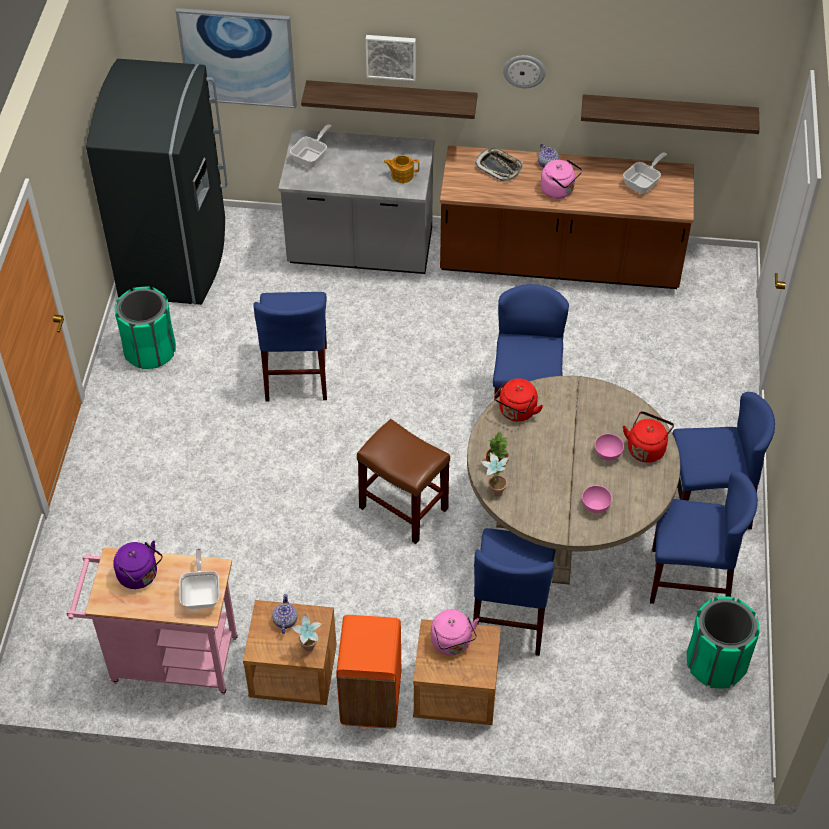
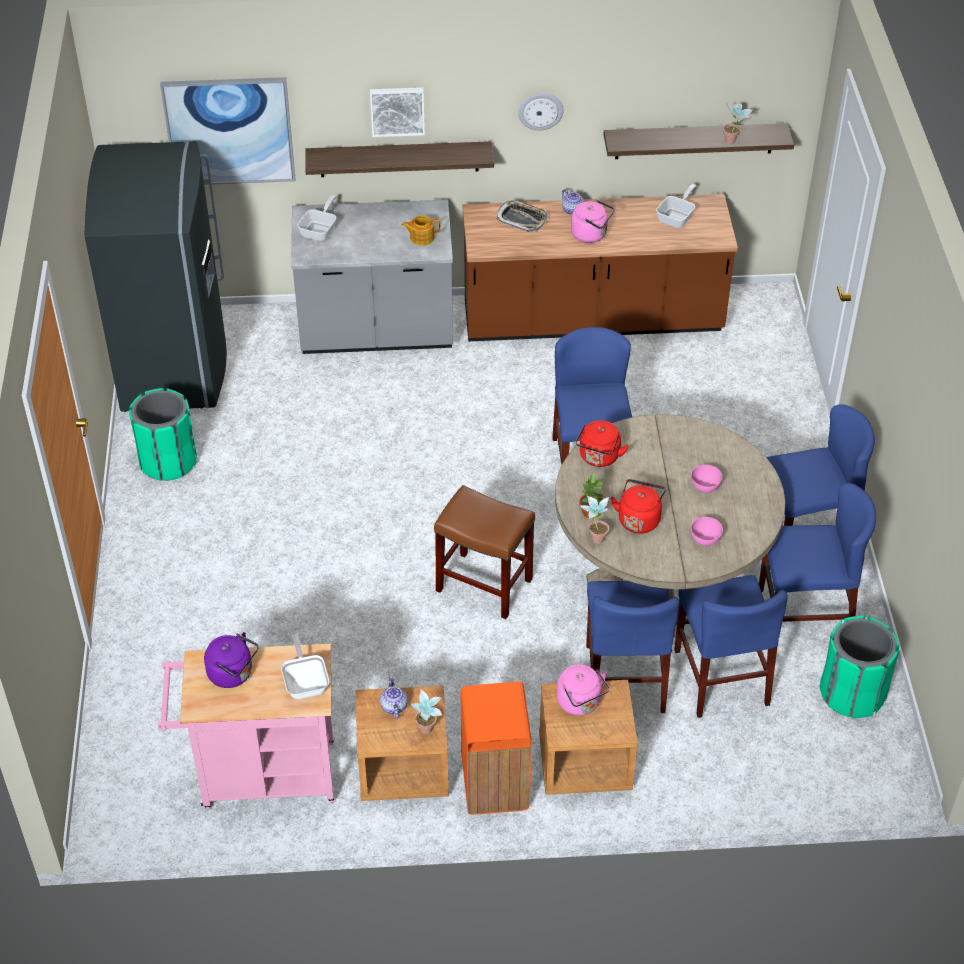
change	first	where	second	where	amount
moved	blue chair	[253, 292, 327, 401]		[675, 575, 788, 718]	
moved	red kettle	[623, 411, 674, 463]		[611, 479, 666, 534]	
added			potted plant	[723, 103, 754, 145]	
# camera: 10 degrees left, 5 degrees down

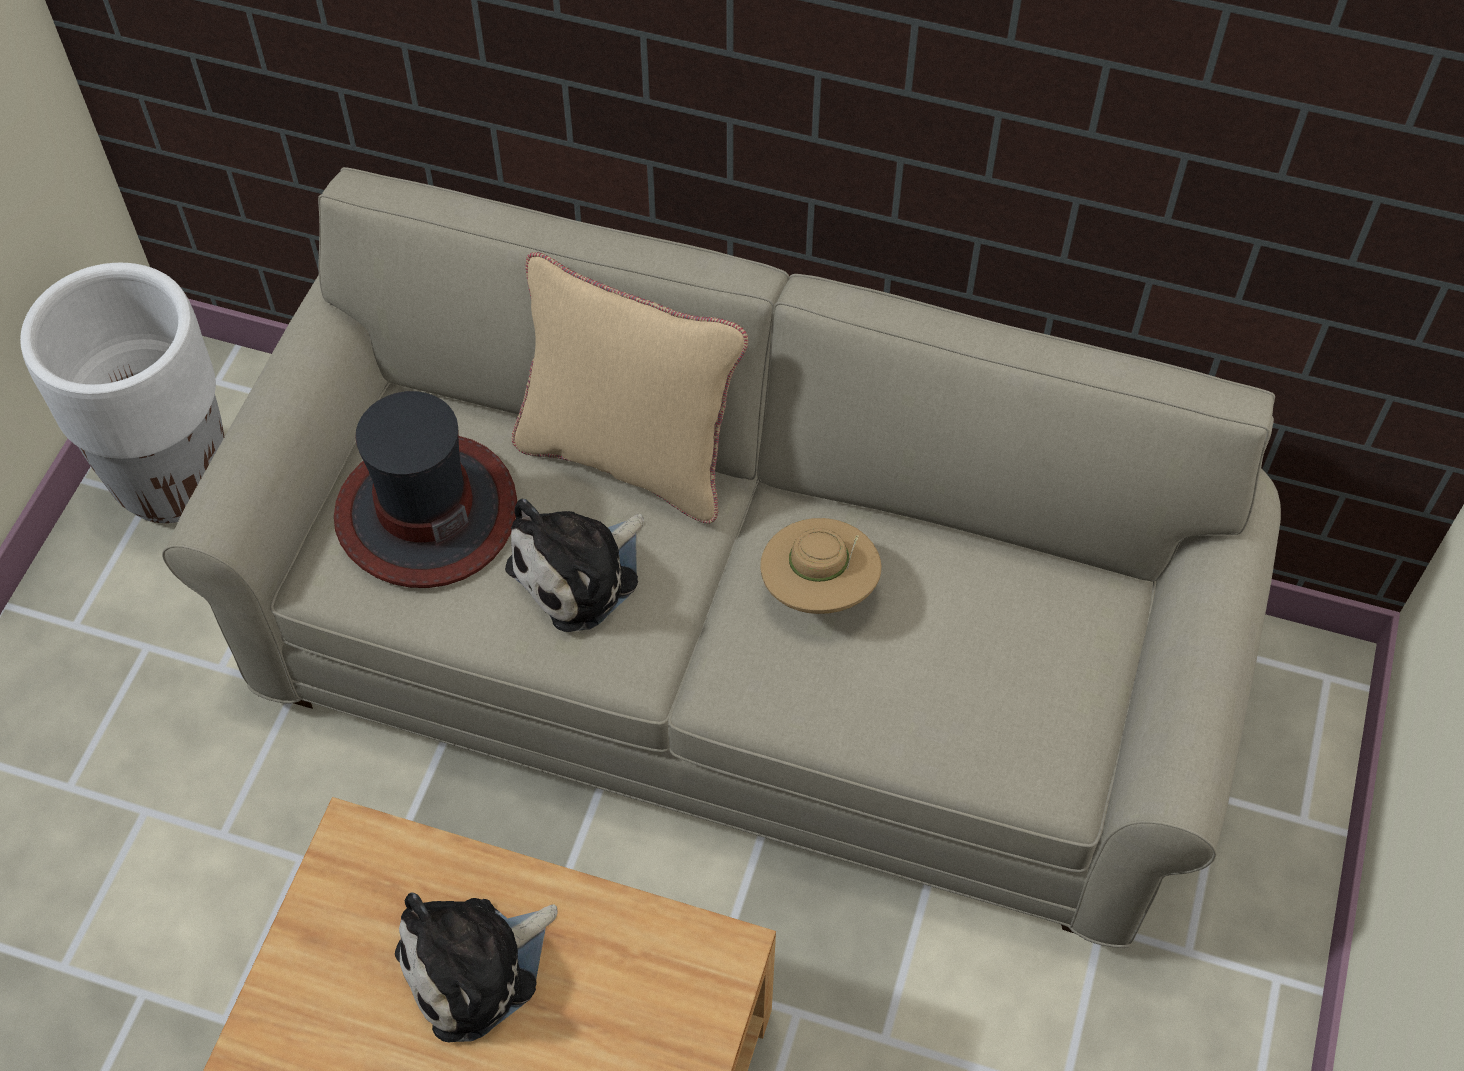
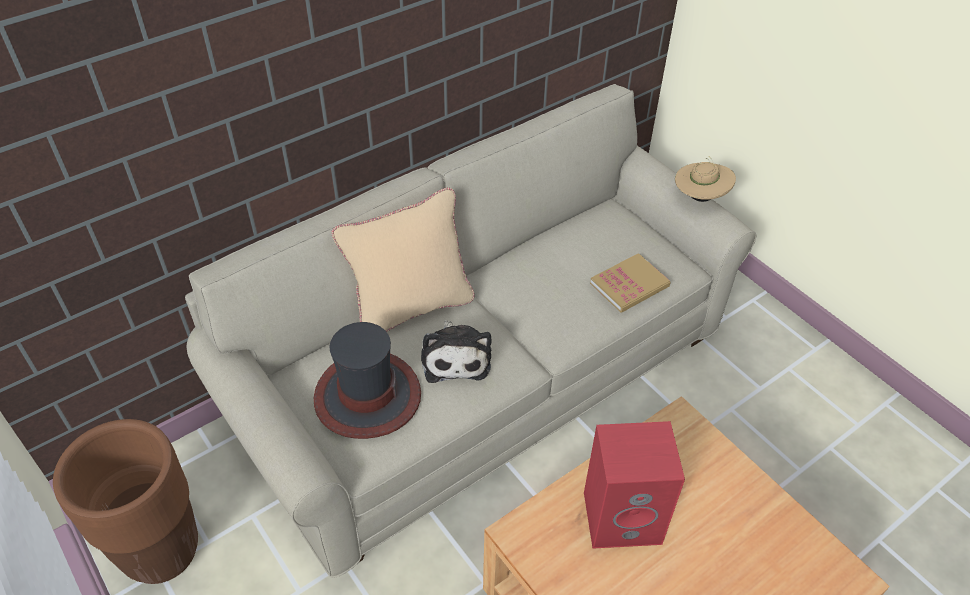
change	first	where	second	where	amount
recoloured	white planter	[20, 263, 225, 523]	brown planter	[53, 419, 198, 584]	
moved	beige hat	[760, 518, 881, 614]		[675, 156, 736, 202]	
replaced	plush toy	[395, 892, 557, 1042]	red speaker	[584, 421, 685, 549]	
added			book	[590, 253, 671, 312]	
# camera: 55 degrees left, 10 degrees down

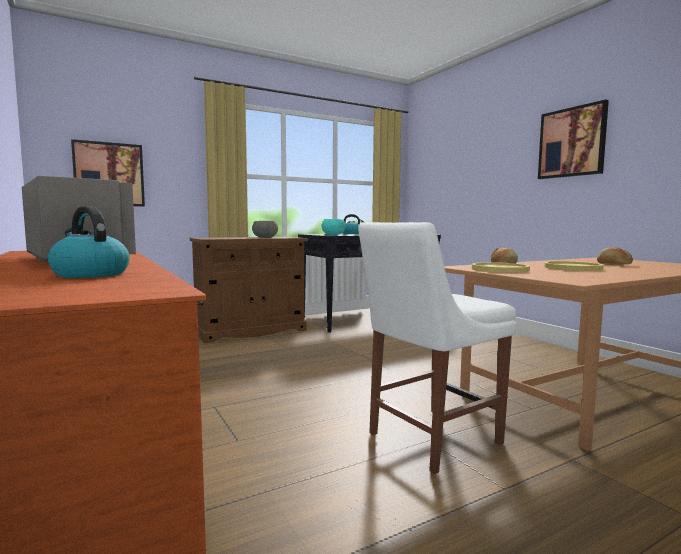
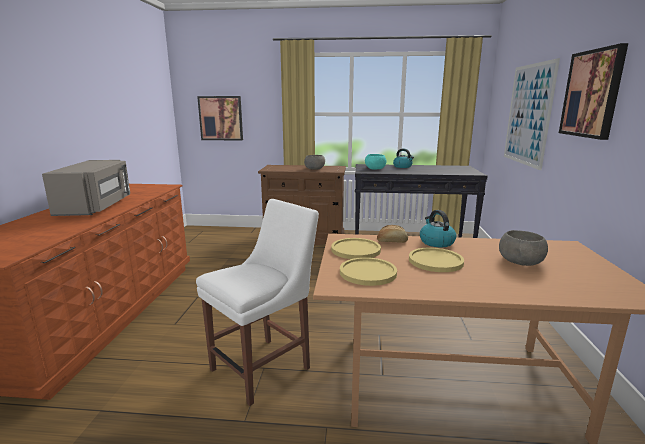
change	first	where	second	where	amount
moved	kettle	[48, 206, 130, 278]		[420, 210, 456, 247]	
turned	white chair	[358, 222, 517, 474]		[196, 199, 319, 406]	135 degrees clockwise
replaced	bread	[597, 247, 633, 264]	grey bowl	[499, 230, 548, 266]	
added			picture	[504, 58, 560, 170]	
added			yellow plate	[340, 257, 397, 286]	
# camera: 35 degrees right, 10 degrees up

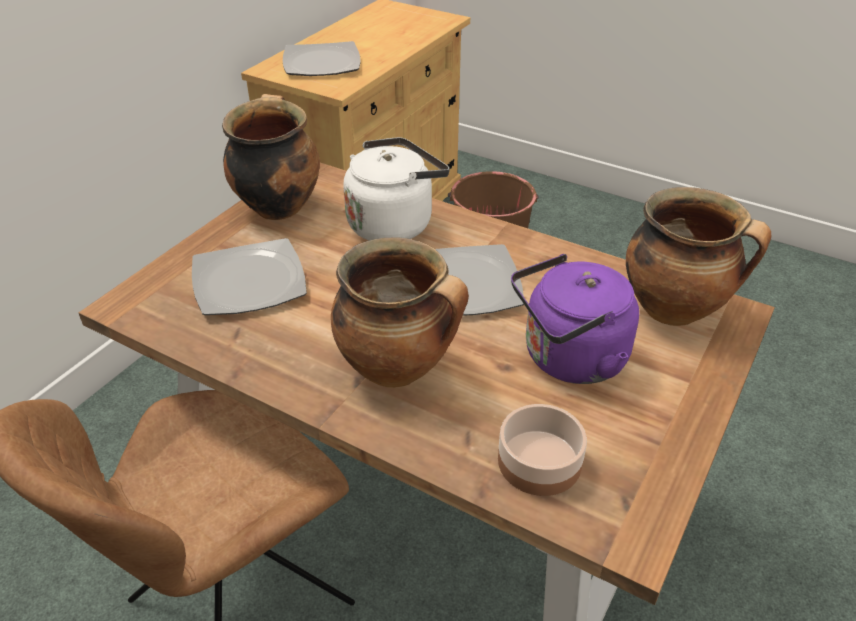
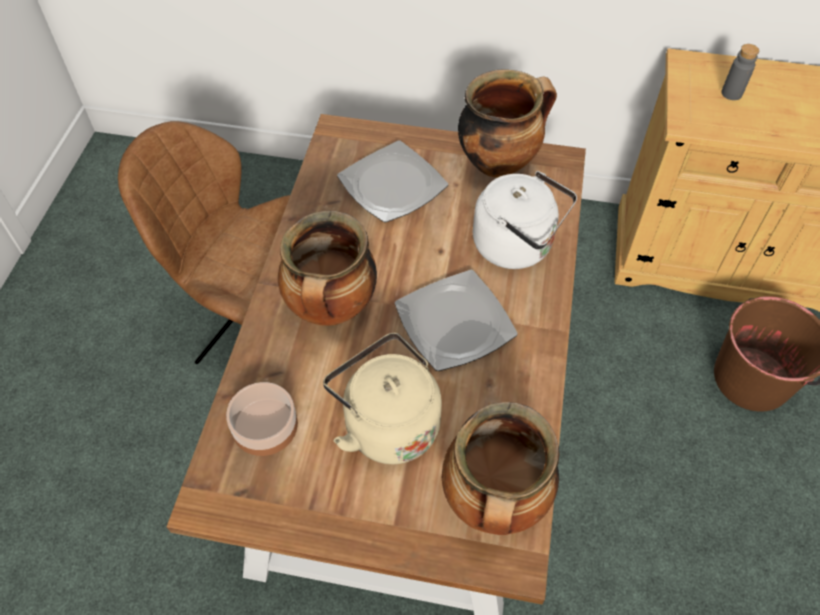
change	first	where	second	where	amount
replaced	plate	[283, 41, 361, 76]	grey bottle	[721, 44, 759, 100]	
recoloured	purple kettle	[511, 254, 639, 384]	beige kettle	[323, 333, 442, 464]	
# camera: 70 degrees right, 15 degrees up

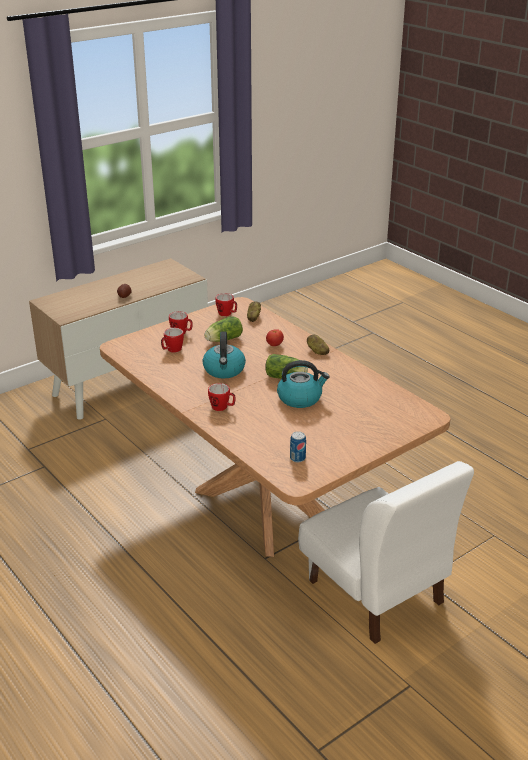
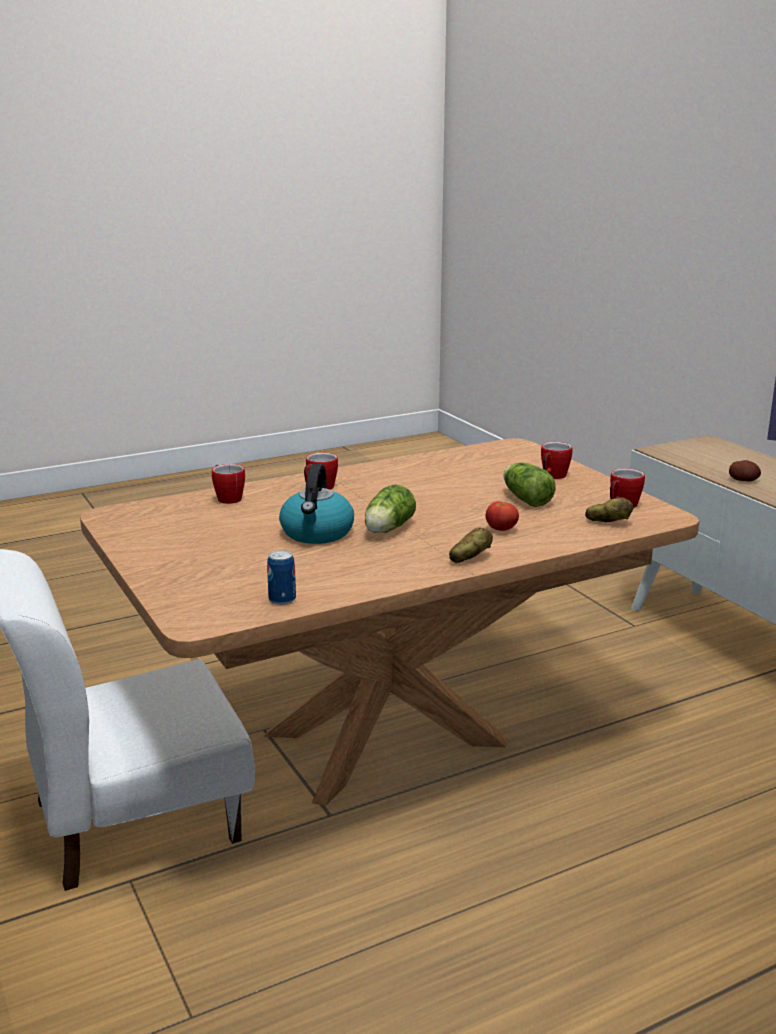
change	first	where	second	where	amount
moved	mug	[161, 328, 184, 353]		[212, 464, 245, 504]	
removed	kettle	[202, 332, 246, 378]			
moved	can	[290, 431, 306, 462]		[267, 550, 296, 605]	
# camera: 100 degrees right, 10 degrees down

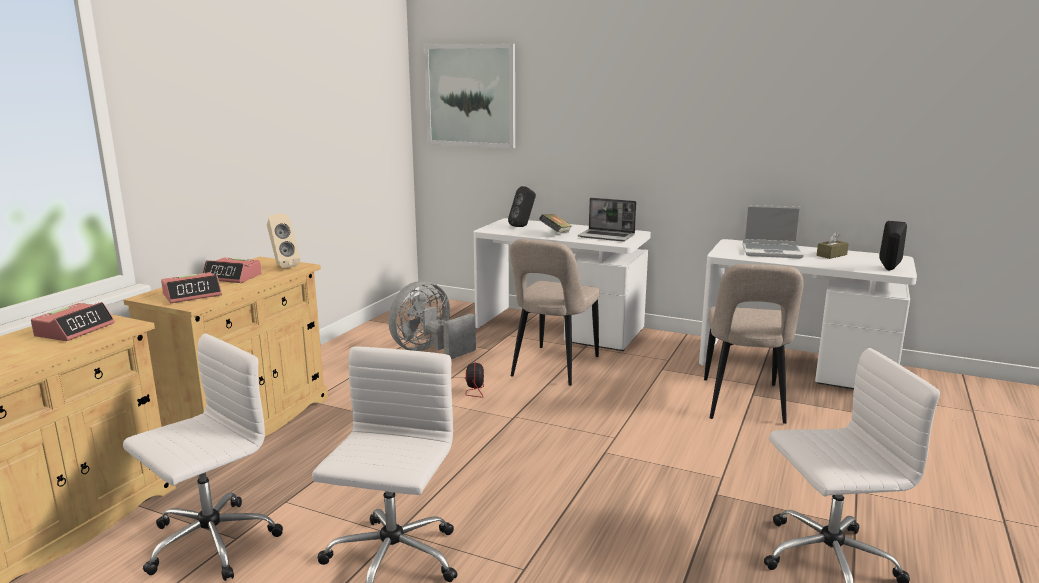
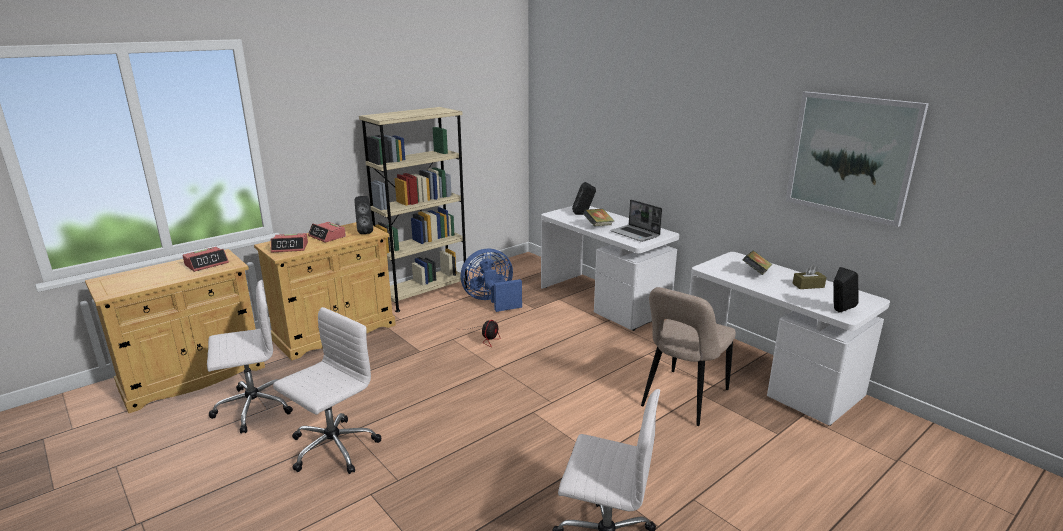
change	first	where	second	where	amount
moved	picture	[424, 44, 515, 148]		[786, 91, 929, 227]	
replaced	laptop	[742, 205, 804, 259]	book	[743, 251, 772, 275]	
recoloured	beige speaker	[267, 213, 300, 268]	black speaker	[354, 196, 373, 234]	
removed	beige chair	[510, 239, 600, 386]			
recoloured	grey fan	[388, 281, 476, 359]	blue fan	[461, 249, 522, 312]	
added			beige bookcase	[359, 107, 468, 312]	
# camera: 25 degrees right, 5 degrees up

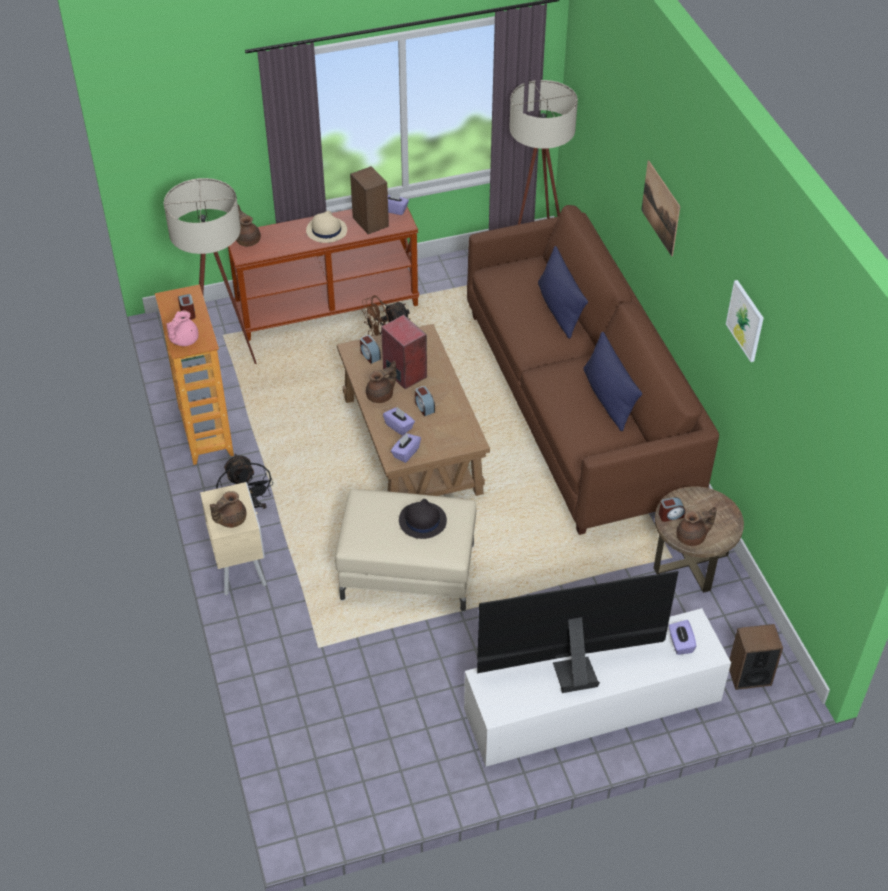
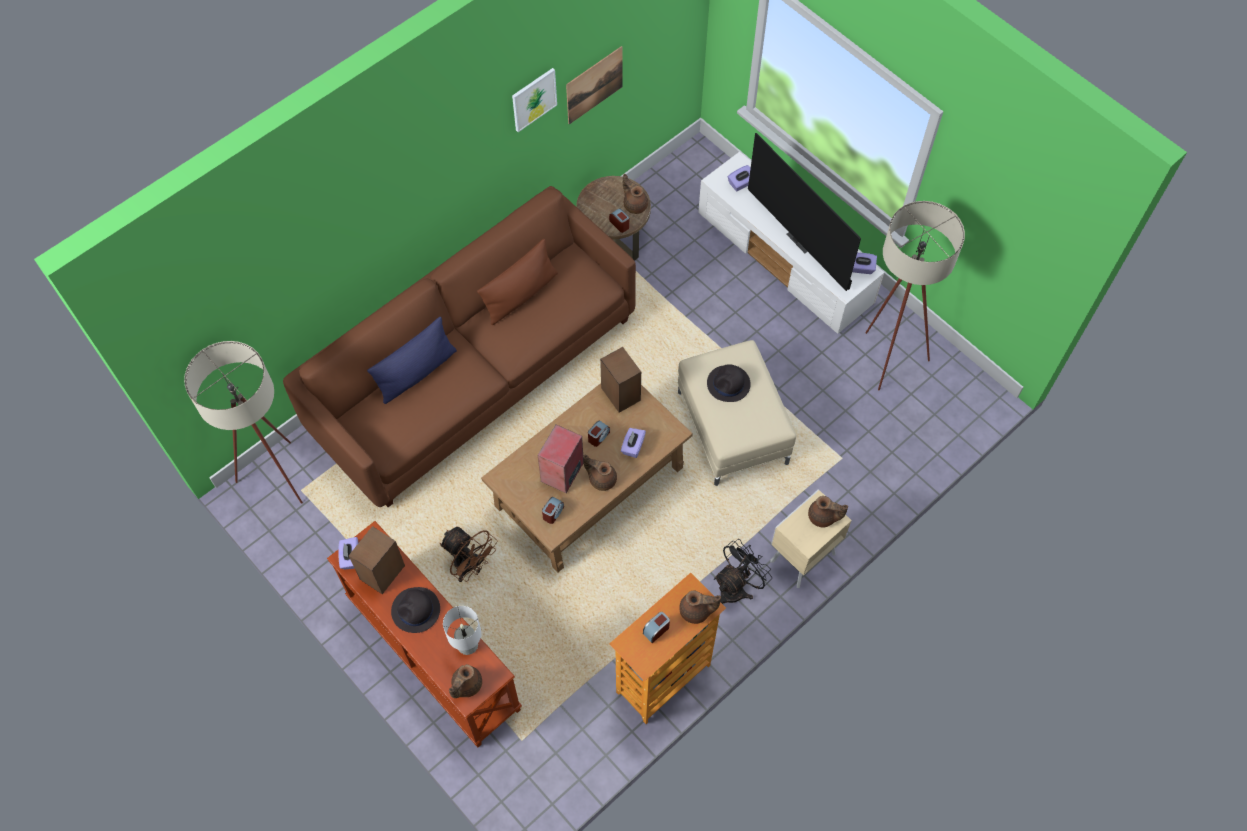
change	first	where	second	where	amount
moved	picture	[641, 161, 680, 257]		[566, 46, 623, 124]	
moved	beige floor lamp	[164, 178, 257, 364]		[865, 201, 965, 390]	
recoloured	beige hat	[306, 211, 347, 243]	black hat	[391, 587, 440, 633]	
recoloured	pink teapot	[166, 310, 199, 346]	brown teapot	[679, 590, 721, 624]	
recoloured	blue pillow	[583, 332, 642, 431]	brown pillow	[477, 239, 558, 325]	
moved	purple tissue box	[391, 433, 421, 463]		[852, 252, 877, 274]	
moved	speaker	[729, 624, 783, 690]		[600, 347, 641, 413]	
added			white table lamp	[443, 606, 482, 655]	
# camera: 115 degrees left, 15 degrees up

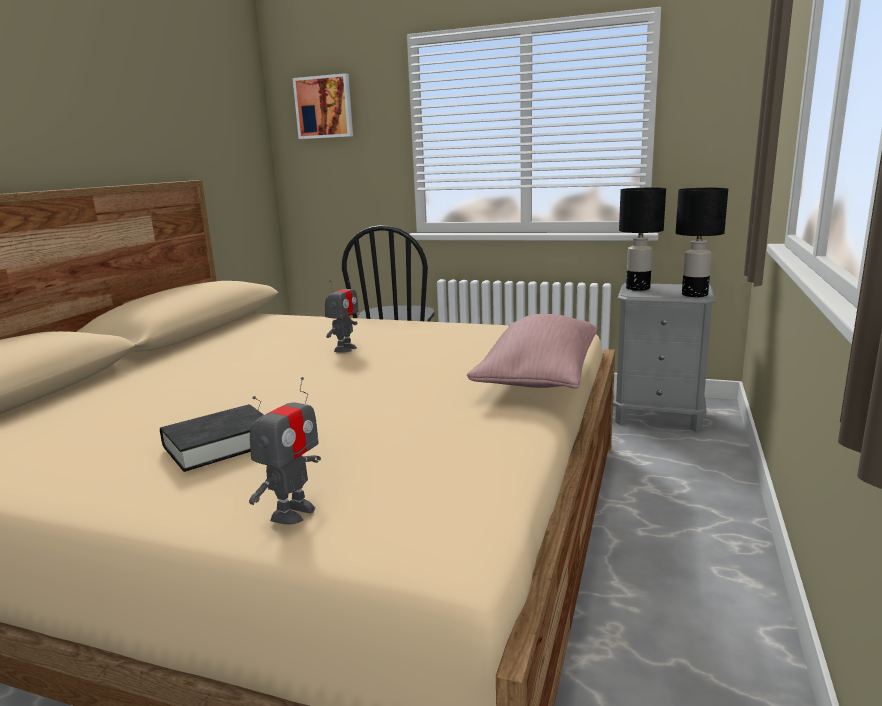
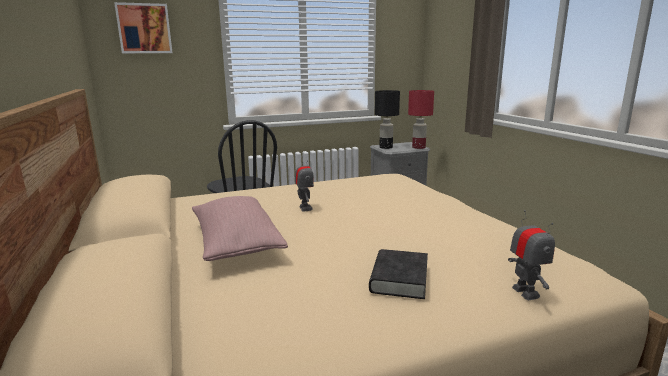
change	first	where	second	where	amount
recoloured	black table lamp	[676, 188, 728, 297]	red table lamp	[408, 90, 434, 149]	
moved	pink pillow	[467, 314, 597, 389]		[192, 196, 288, 261]	
# camera: 40 degrees left, 0 degrees up

